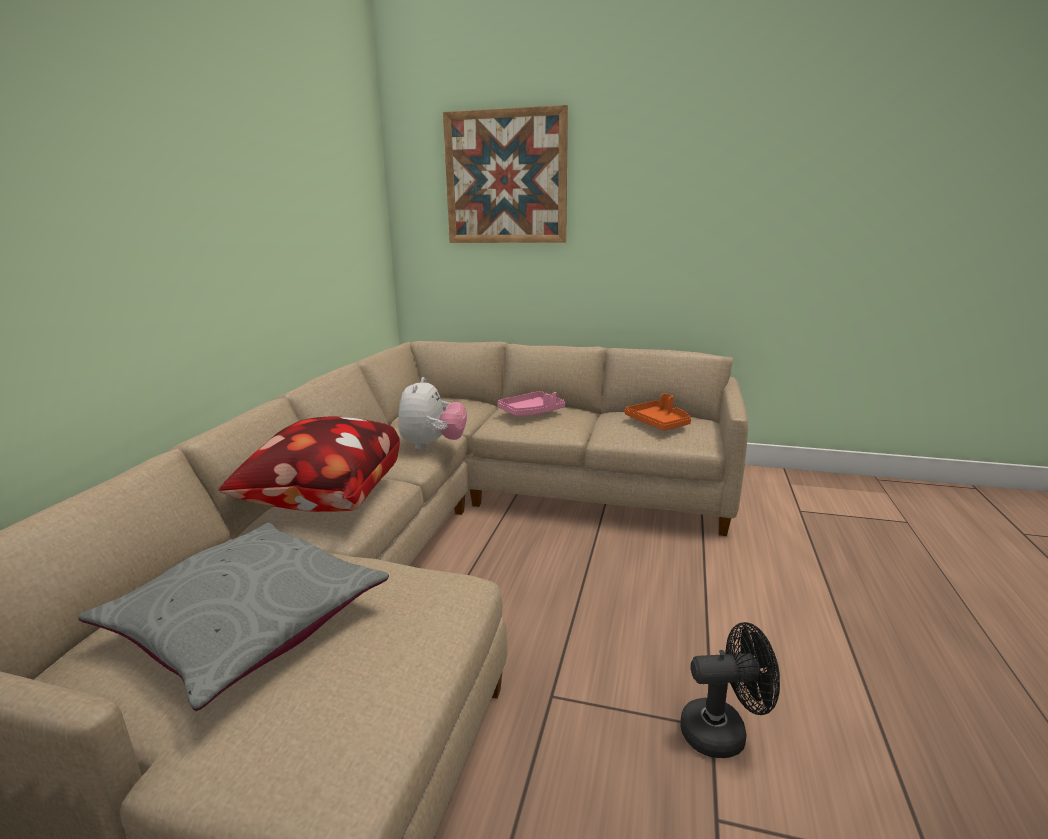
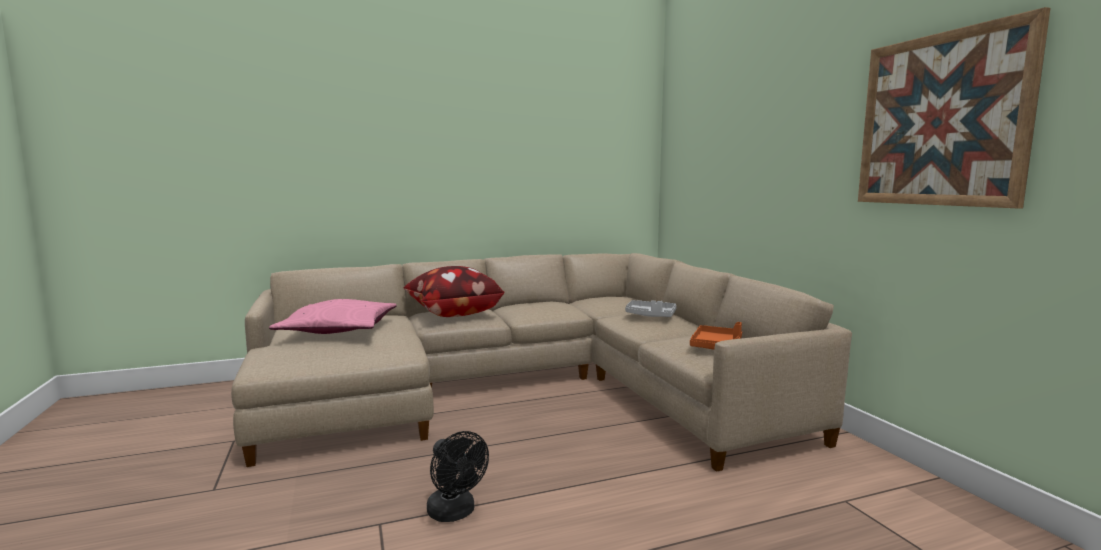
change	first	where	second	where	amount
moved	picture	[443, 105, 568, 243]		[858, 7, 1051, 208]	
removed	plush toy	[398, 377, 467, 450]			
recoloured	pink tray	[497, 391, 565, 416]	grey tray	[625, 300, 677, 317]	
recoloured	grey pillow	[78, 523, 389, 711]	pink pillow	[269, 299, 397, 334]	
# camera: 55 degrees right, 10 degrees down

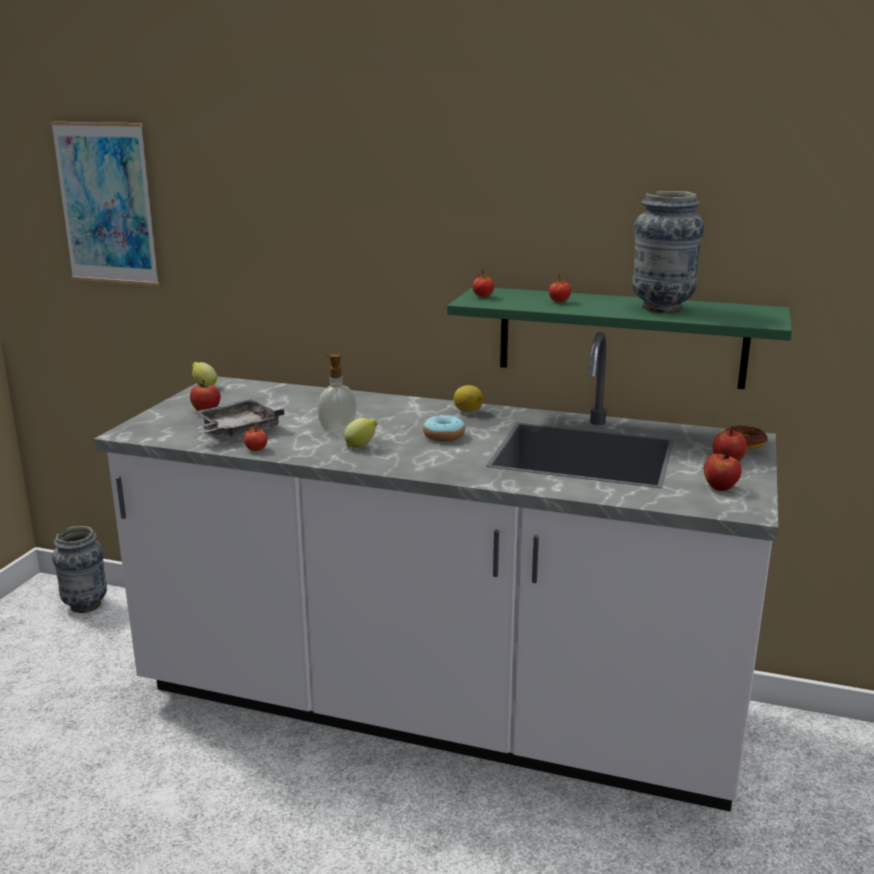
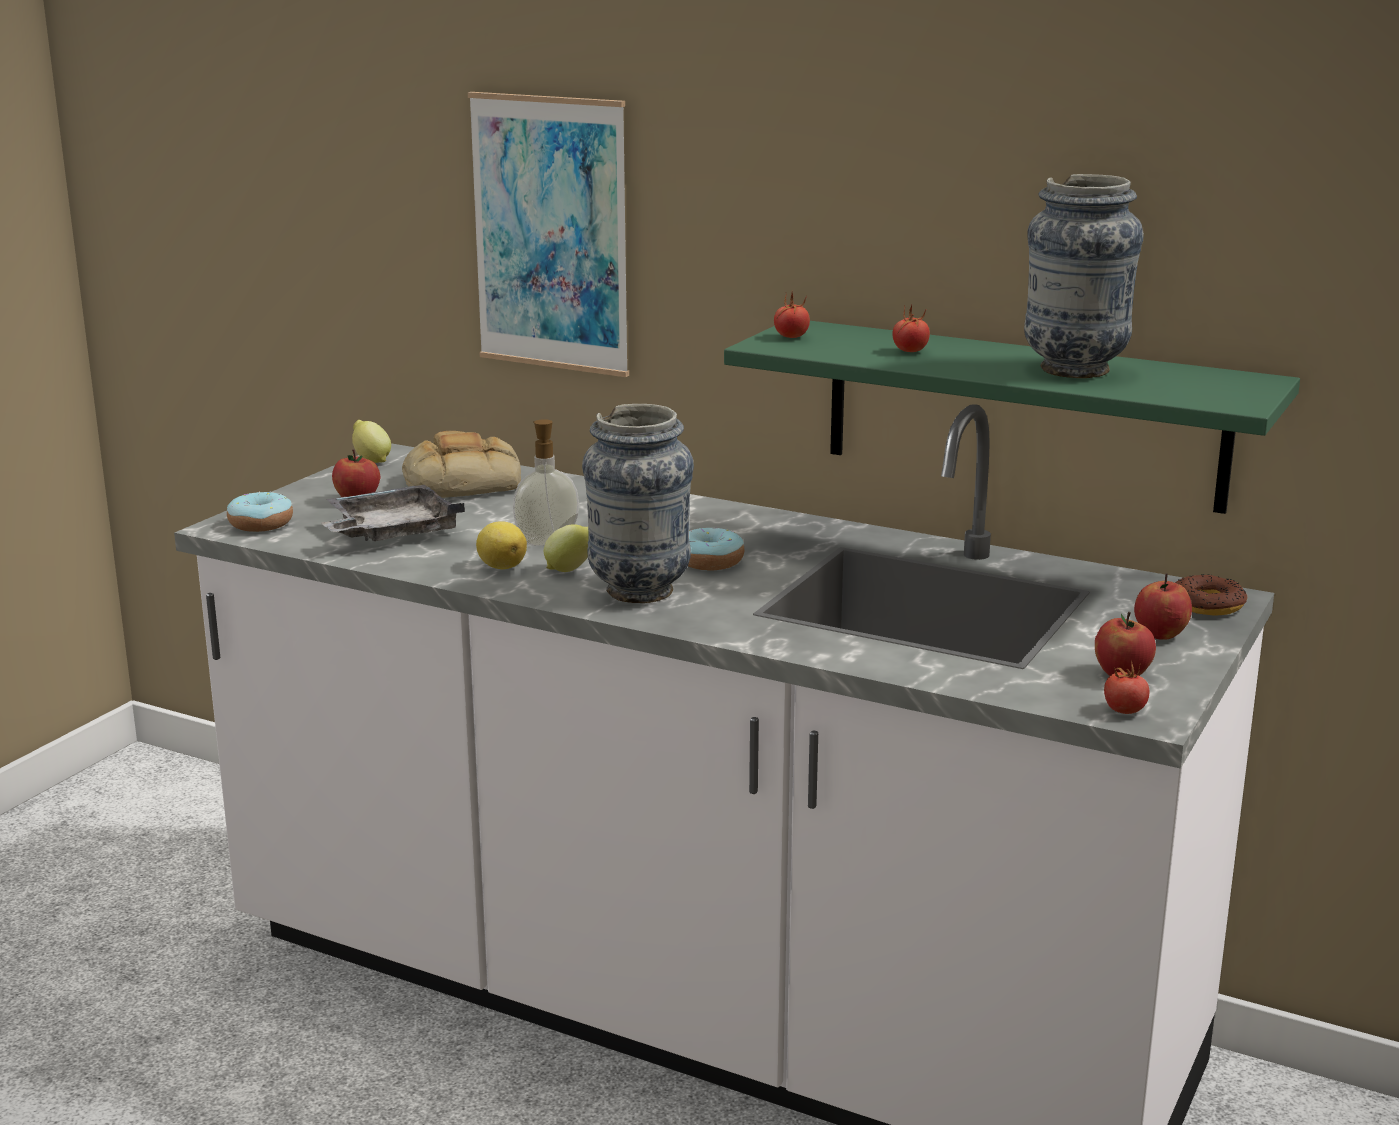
change	first	where	second	where	amount
moved	picture	[50, 122, 159, 286]		[468, 92, 629, 377]	
moved	lemon	[454, 385, 484, 412]		[476, 521, 527, 569]	
moved	tomato	[244, 423, 268, 451]		[1104, 660, 1149, 714]	
moved	vase	[52, 526, 107, 613]		[582, 404, 694, 603]	
added			bread	[402, 431, 521, 498]	
added			donut	[227, 491, 293, 532]	
# camera: 10 degrees right, 0 degrees up

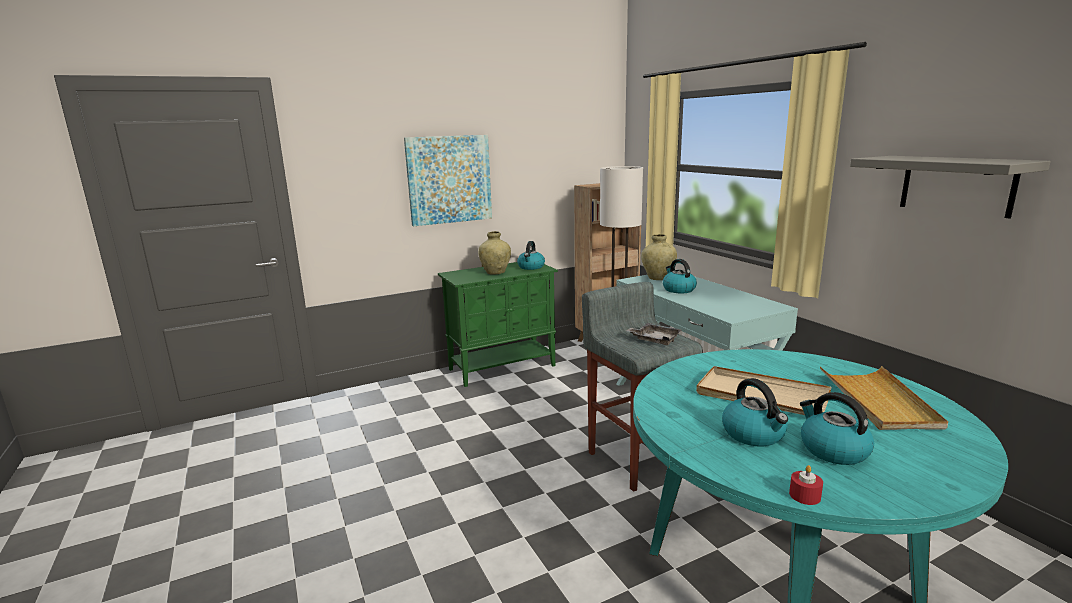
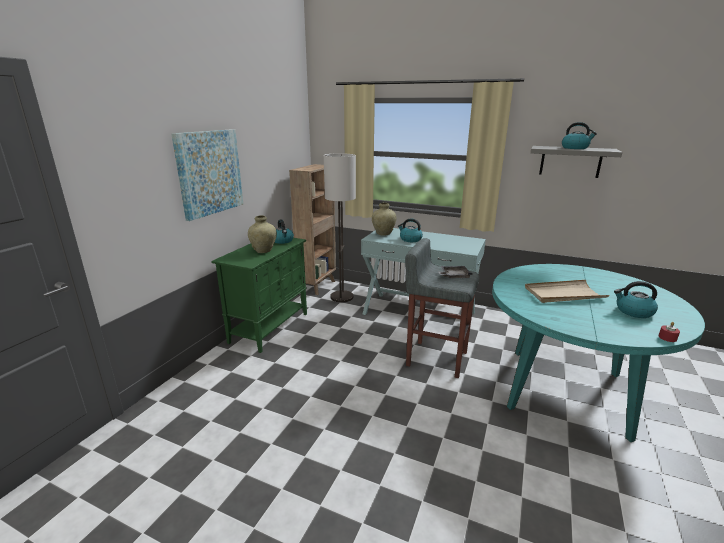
change	first	where	second	where	amount
removed	beige tray	[820, 366, 948, 430]			
moved	kettle	[722, 378, 788, 446]		[562, 122, 597, 149]	
# camera: 40 degrees left, 5 degrees up

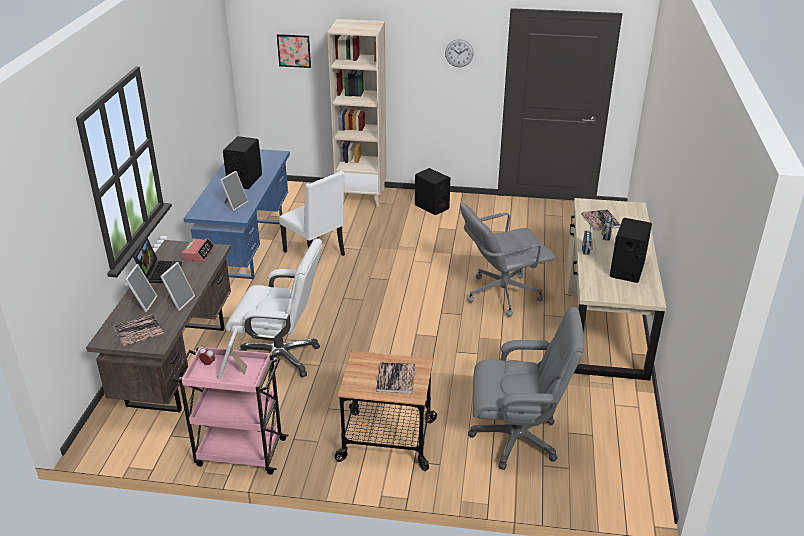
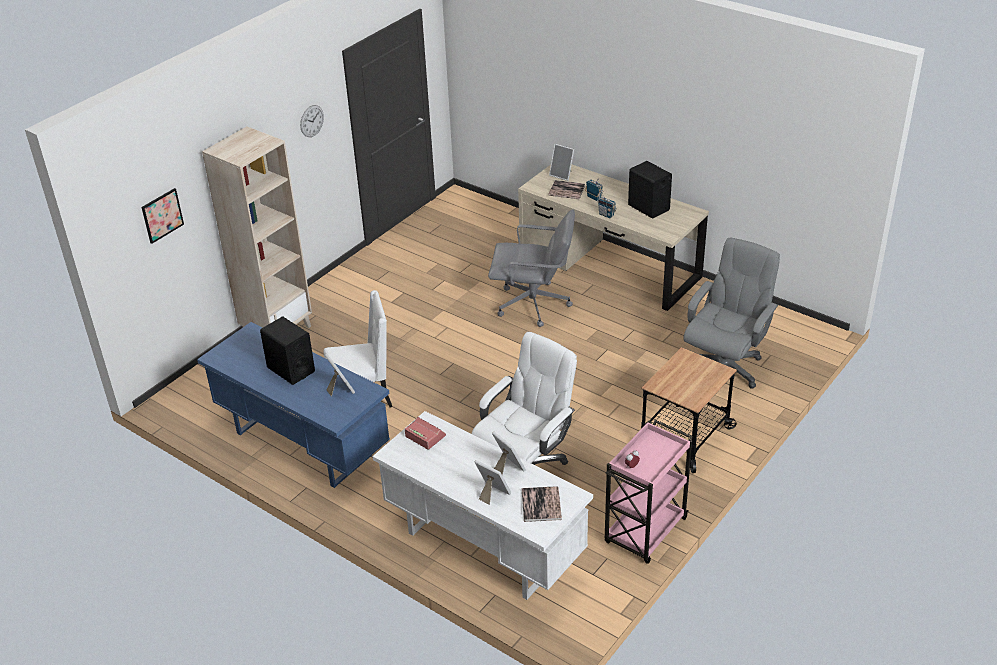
change	first	where	second	where	amount
removed	black speaker	[415, 168, 450, 215]			
turned	grey office chair	[460, 203, 556, 317]		[488, 209, 575, 327]	90 degrees counterclockwise
removed	laptop	[133, 237, 182, 283]			
recoloured	brown desk	[86, 240, 231, 413]	white desk	[373, 411, 593, 600]	
moved	picture frame	[217, 327, 247, 379]		[549, 144, 574, 181]	
removed	book	[376, 362, 415, 394]			
# camera: 60 degrees left, 5 degrees up

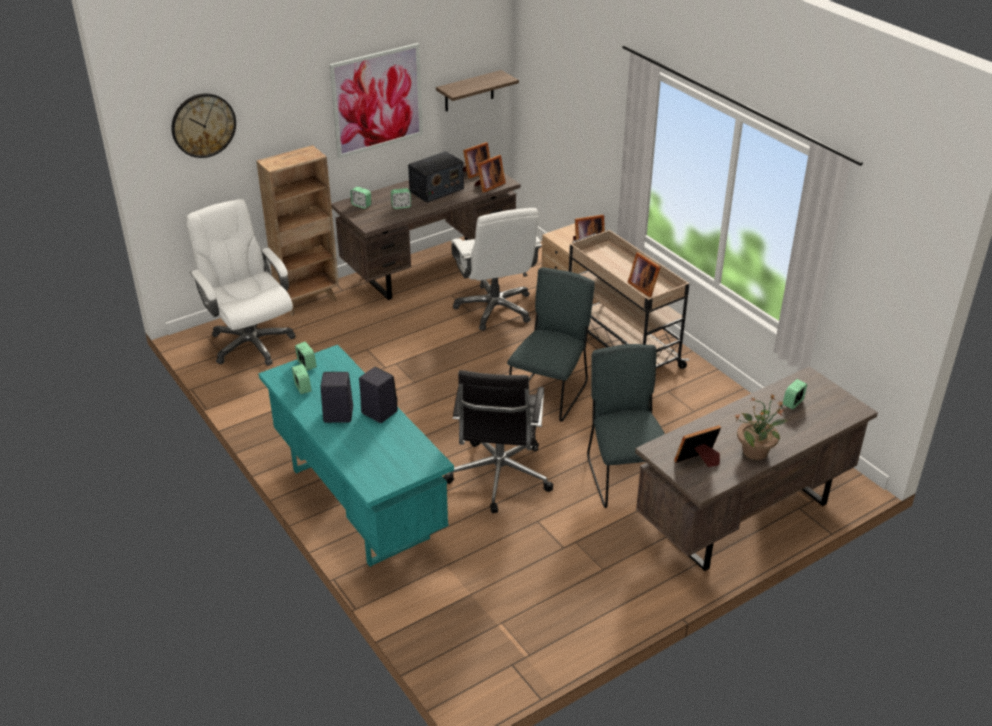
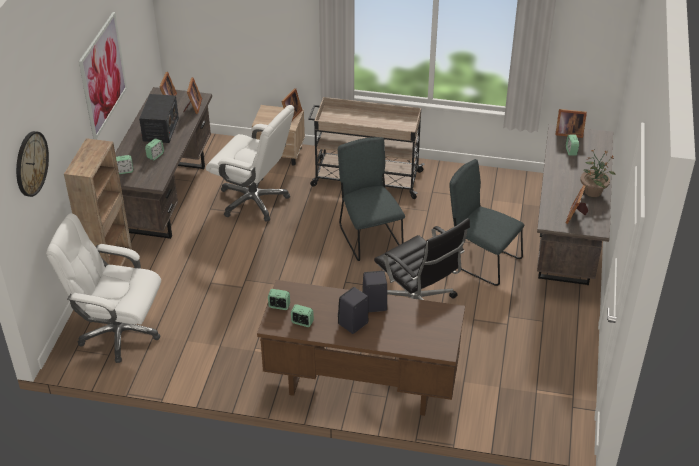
change	first	where	second	where	amount
removed	shelf	[436, 70, 519, 111]			
moved	picture frame	[628, 252, 660, 297]		[555, 109, 587, 138]	
recoloured	turquoise desk	[258, 345, 454, 567]	brown desk	[257, 280, 465, 416]	
# camera: 45 degrees left, 5 degrees up

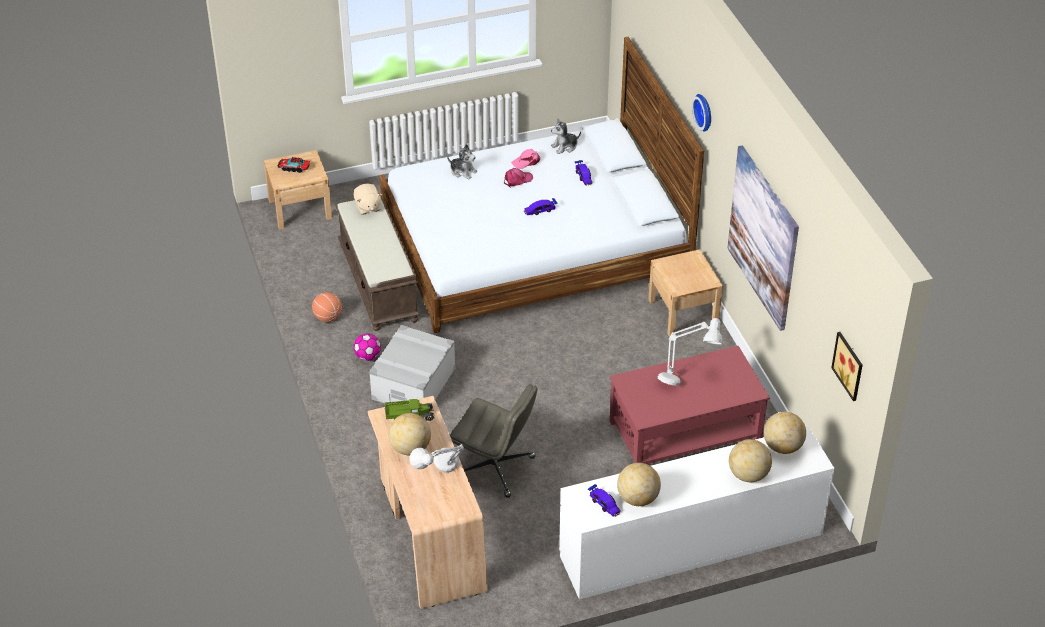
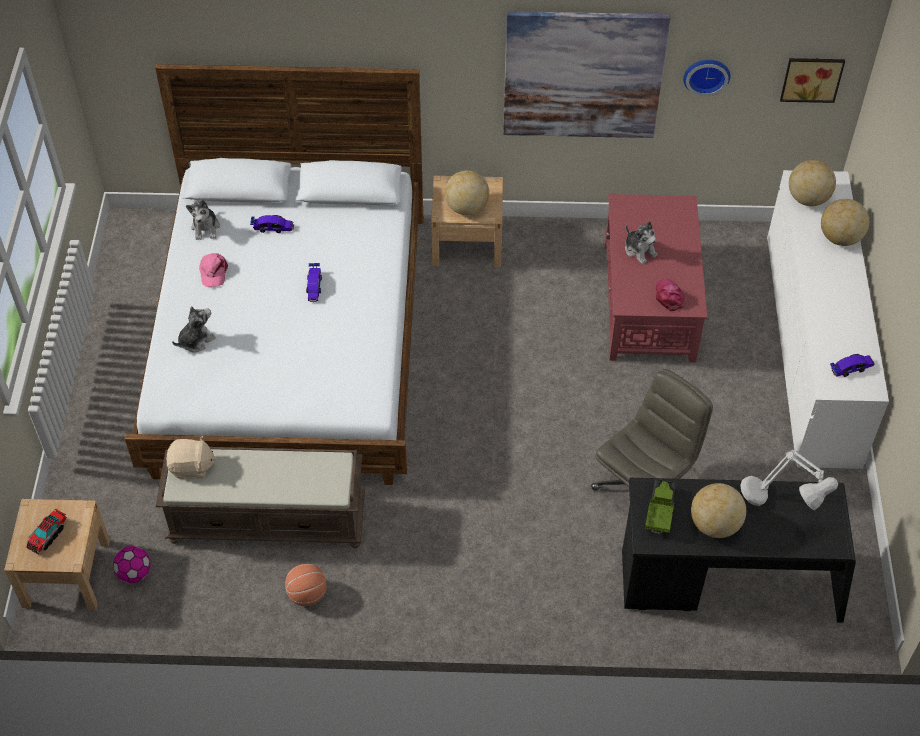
change	first	where	second	where	amount
moved	wall clock	[692, 94, 711, 132]		[683, 60, 730, 97]	
moved	pink cap	[504, 168, 533, 187]		[656, 279, 684, 311]	
replaced	grey table lamp	[658, 318, 723, 386]	plush toy	[625, 221, 658, 264]	
removed	grey storage box	[369, 325, 455, 404]			
moved	football	[354, 334, 381, 361]		[113, 546, 151, 583]	
recoloured	beige desk	[368, 396, 488, 609]	black desk	[622, 478, 856, 623]	
moved	globe	[617, 463, 661, 506]		[445, 170, 489, 215]	
# camera: 70 degrees left, 10 degrees up

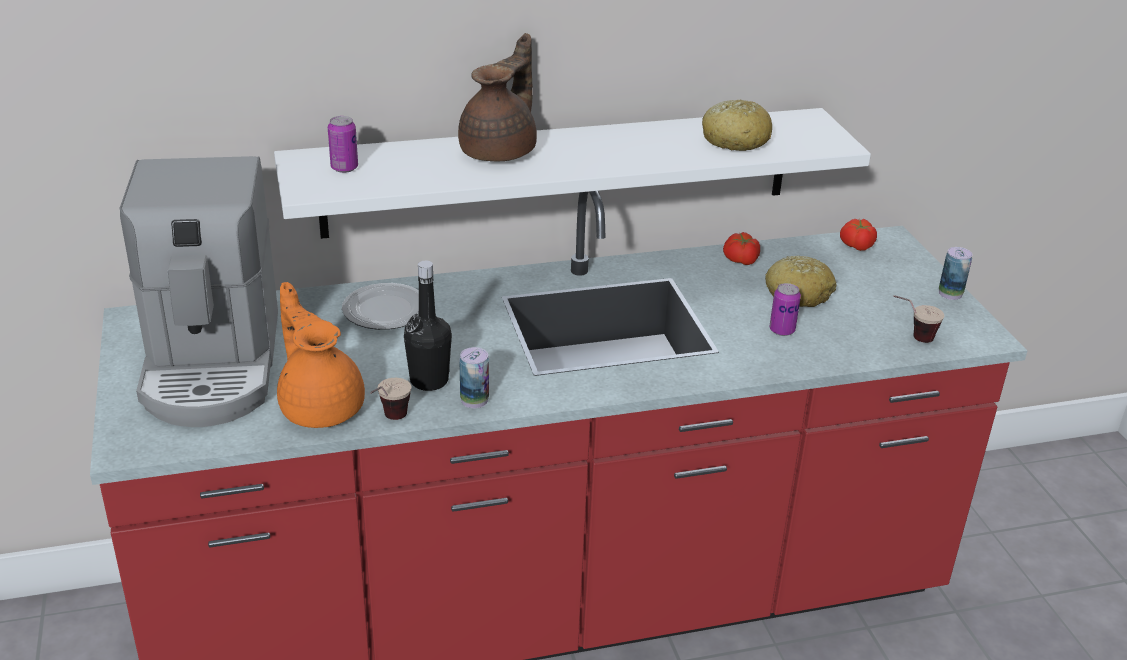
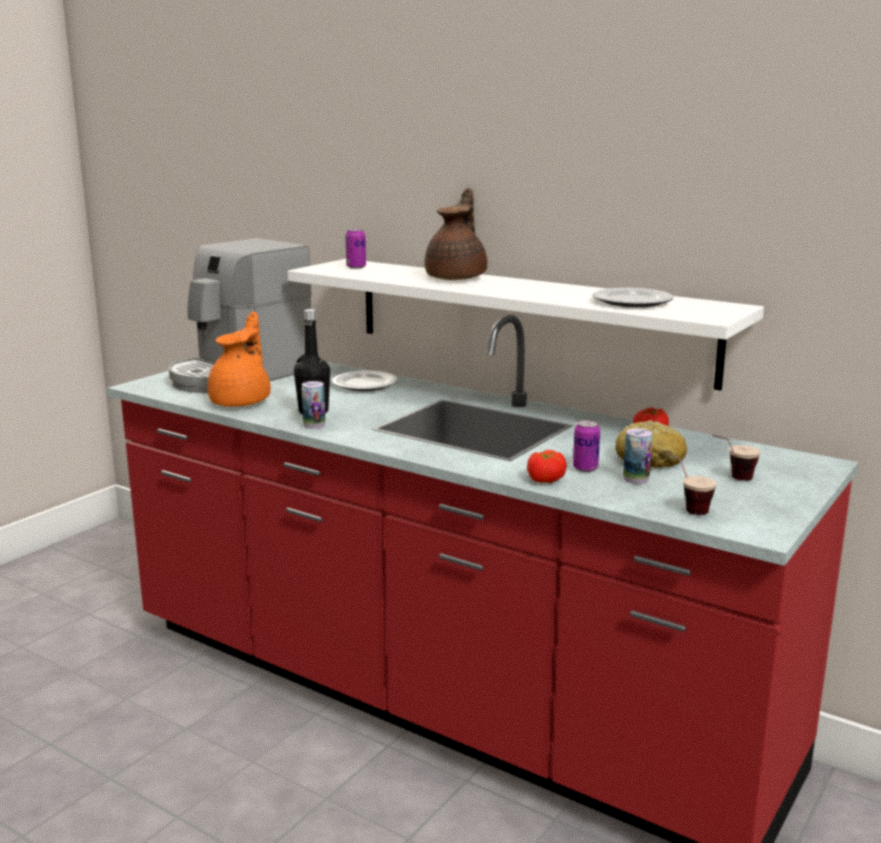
change	first	where	second	where	amount
turned	brown teapot	[458, 33, 537, 161]		[425, 188, 487, 280]	60 degrees counterclockwise
replaced	bread	[702, 100, 772, 151]	plate	[592, 288, 673, 307]	
moved	tomato	[840, 219, 877, 251]		[527, 450, 567, 483]	
moved	can	[939, 247, 973, 300]		[623, 428, 652, 484]	
moved	cup	[370, 378, 412, 420]		[712, 435, 760, 481]	
# camera: 50 degrees right, 15 degrees down

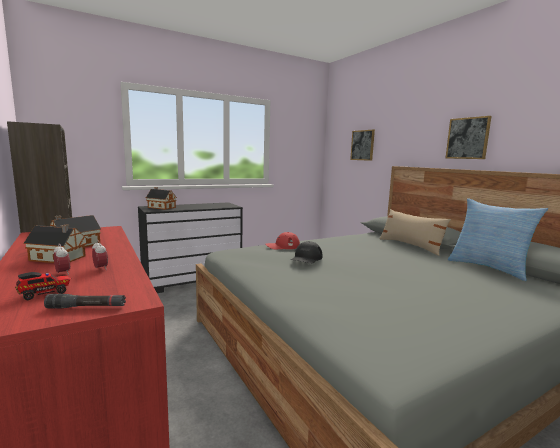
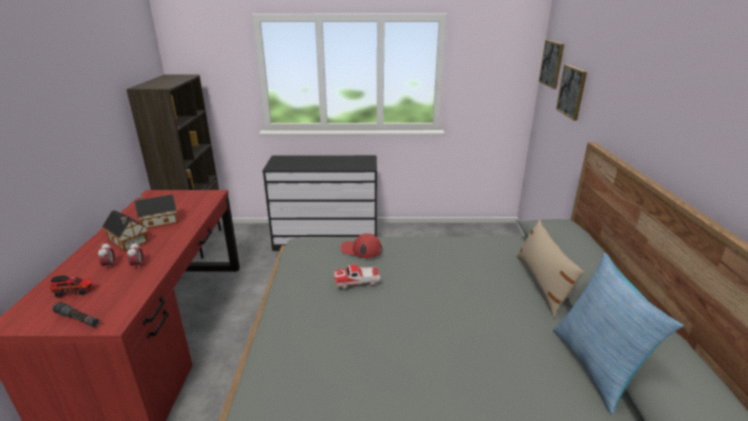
change	first	where	second	where	amount
moved	picture	[446, 116, 491, 159]		[539, 40, 564, 89]	
removed	toy house	[146, 187, 177, 210]			
replaced	black cap	[291, 241, 323, 264]	toy car	[334, 264, 381, 288]	
# camera: 30 degrees right, 15 degrees up

